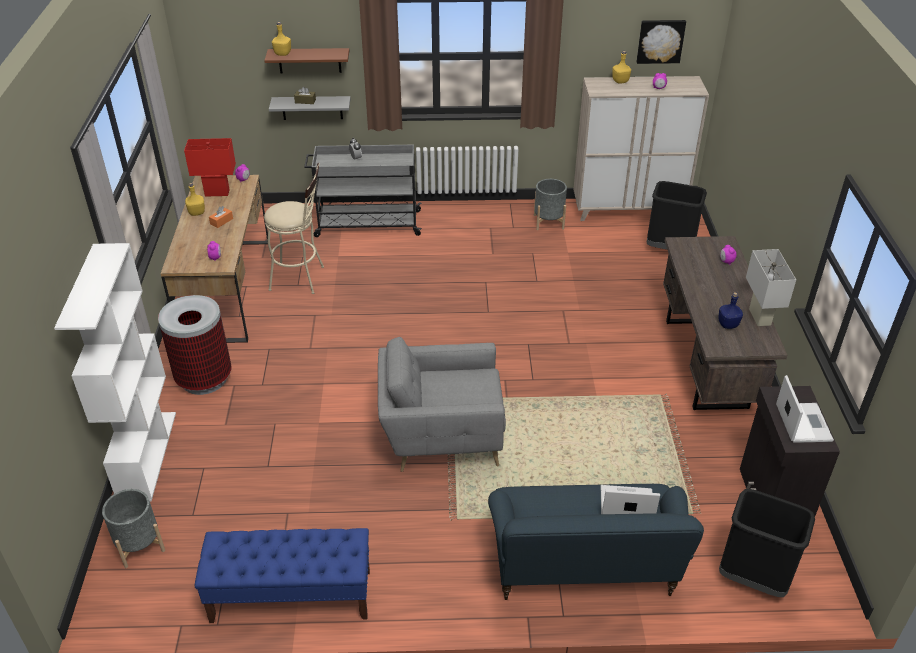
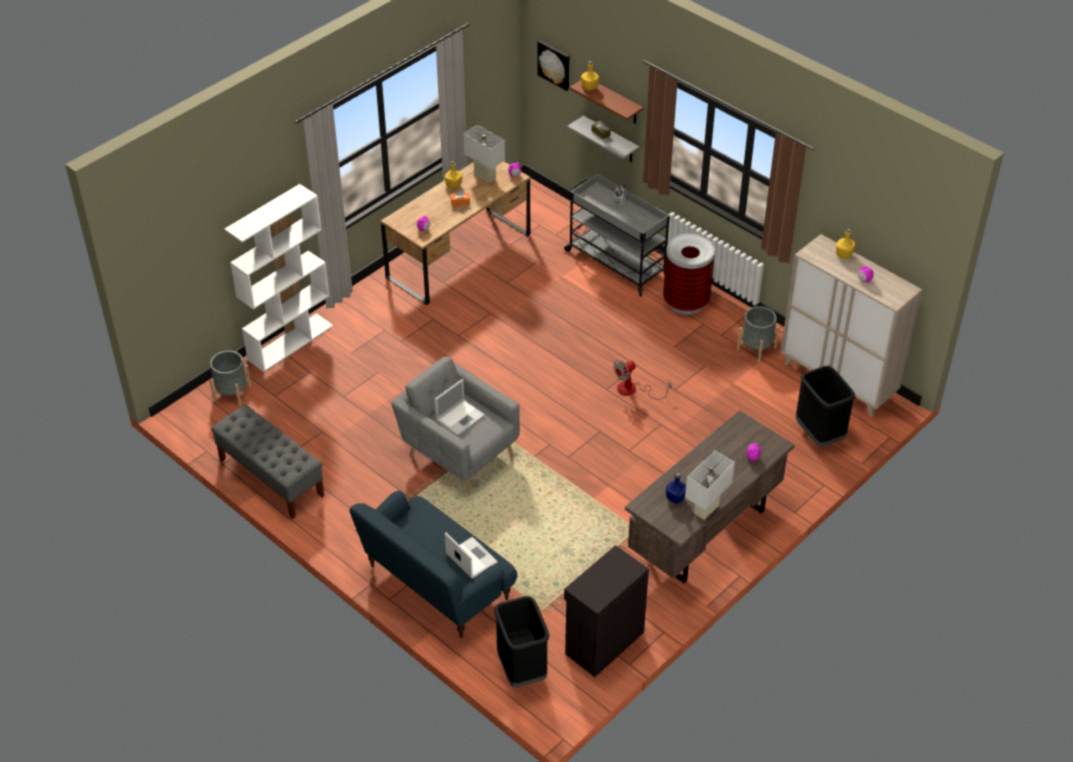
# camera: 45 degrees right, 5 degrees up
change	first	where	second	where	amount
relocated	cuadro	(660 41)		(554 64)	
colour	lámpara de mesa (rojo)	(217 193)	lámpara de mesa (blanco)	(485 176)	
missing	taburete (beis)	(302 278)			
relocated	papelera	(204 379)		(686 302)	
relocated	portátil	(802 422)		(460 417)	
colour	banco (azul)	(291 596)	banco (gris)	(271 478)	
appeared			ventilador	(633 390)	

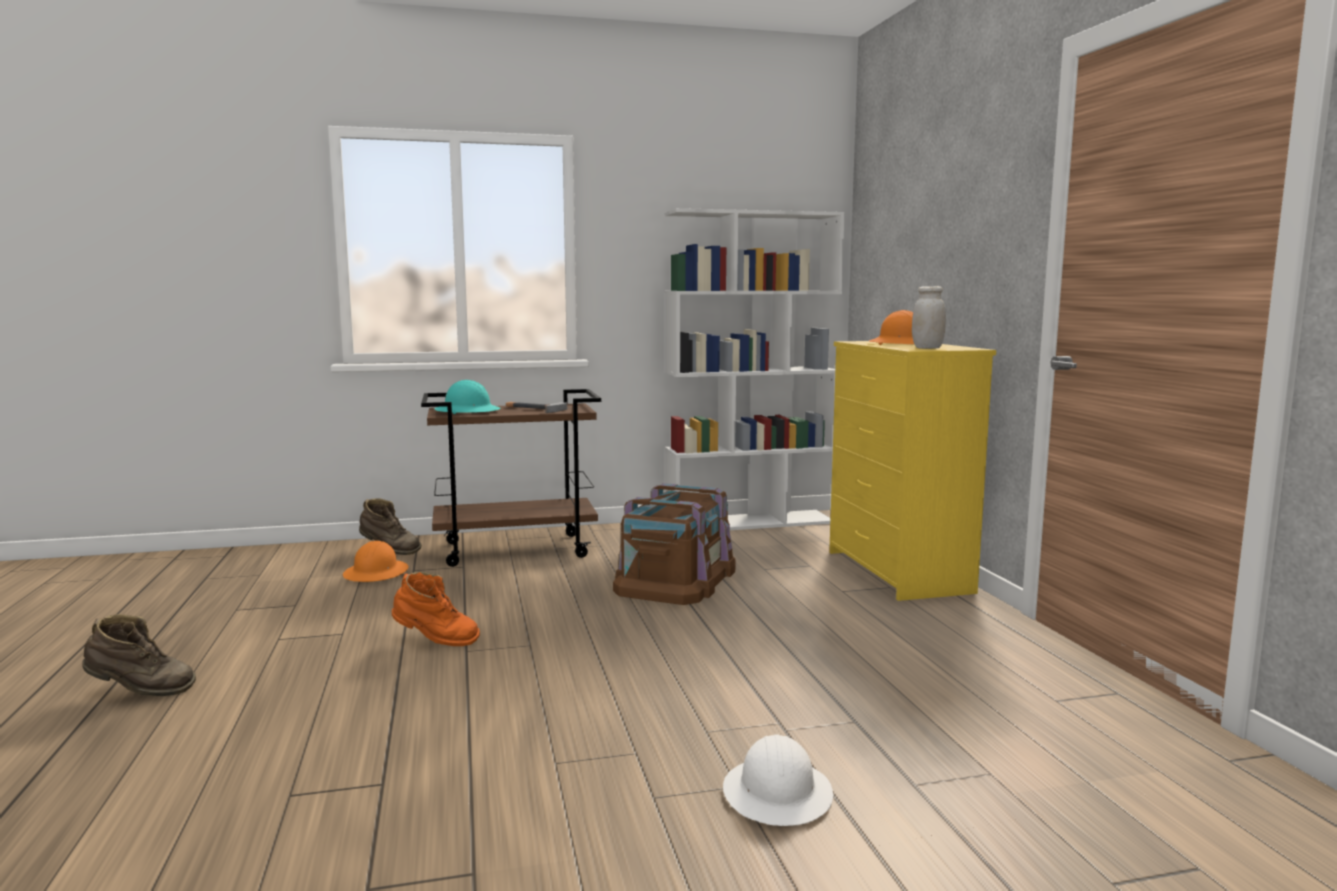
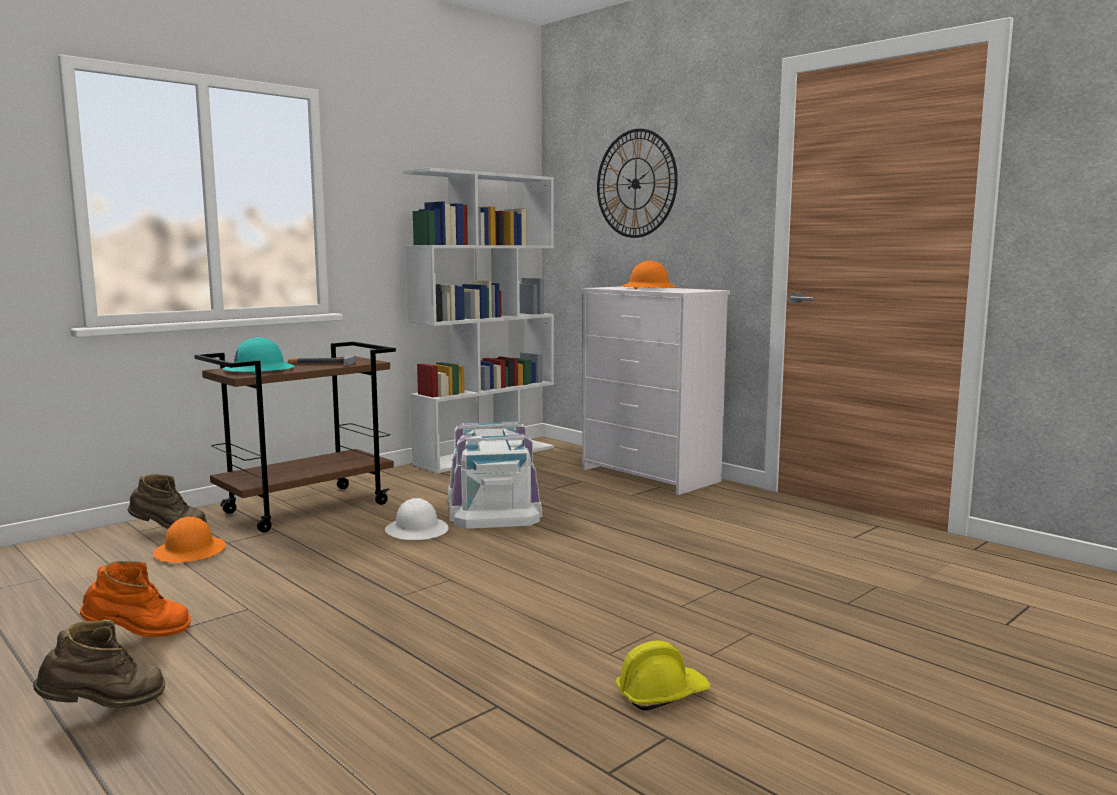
# camera: 30 degrees left, 0 degrees up
change	first	where	second	where	amount
missing	tarro (blanco)	(927 348)			
colour	cómoda (amarillo)	(897 572)	cómoda (blanco)	(650 475)	
colour	caja de almacenaje (marrón)	(675 578)	caja de almacenaje (blanco)	(492 507)	
relocated	bota (naranja)	(435 641)		(139 636)	
relocated	casco (blanco)	(778 794)		(417 531)	
appeared			reloj de pared	(635 183)	
appeared			casco (amarillo)	(661 694)	

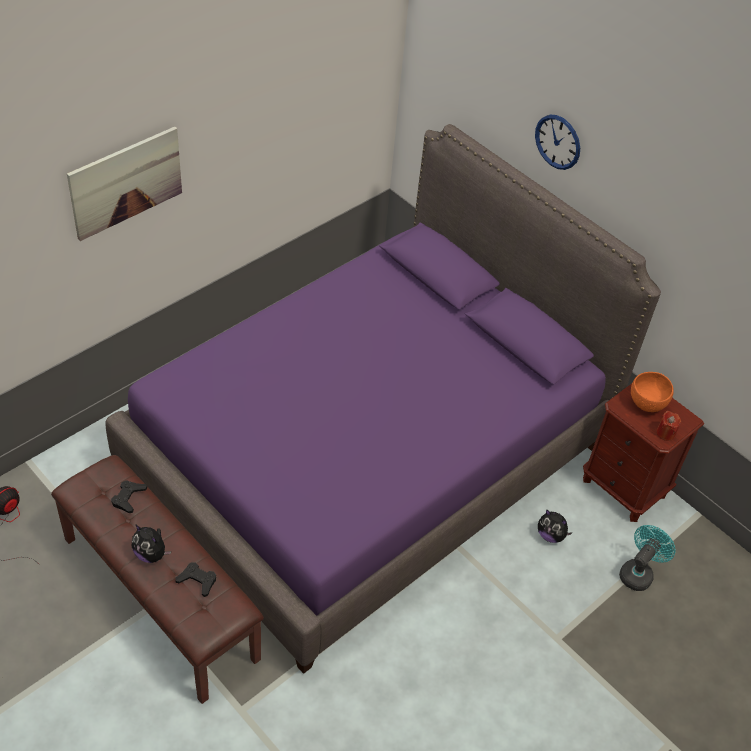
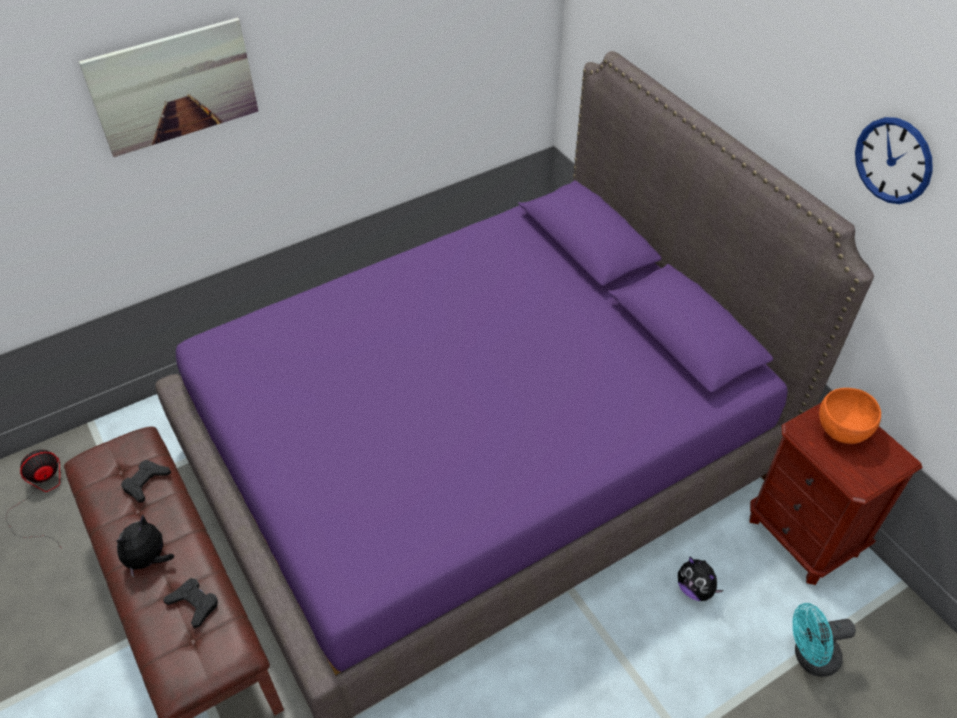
# camera: 15 degrees right, 0 degrees up
change	first	where	second	where	amount
relocated	reloj de pared	(558 142)		(893 160)	
missing	vela (rojo)	(665 433)			
spun	peluche	(151 554)		(149 560)	75 degrees clockwise
spun	ventilador (turquesa)	(638 573)		(809 657)	150 degrees counterclockwise

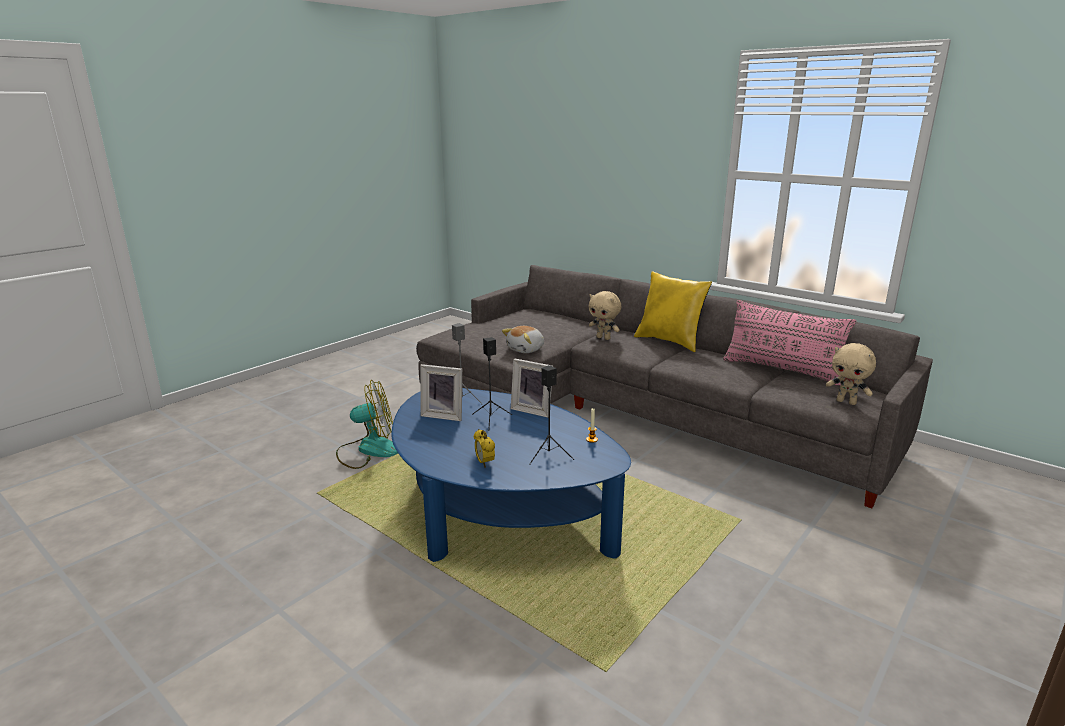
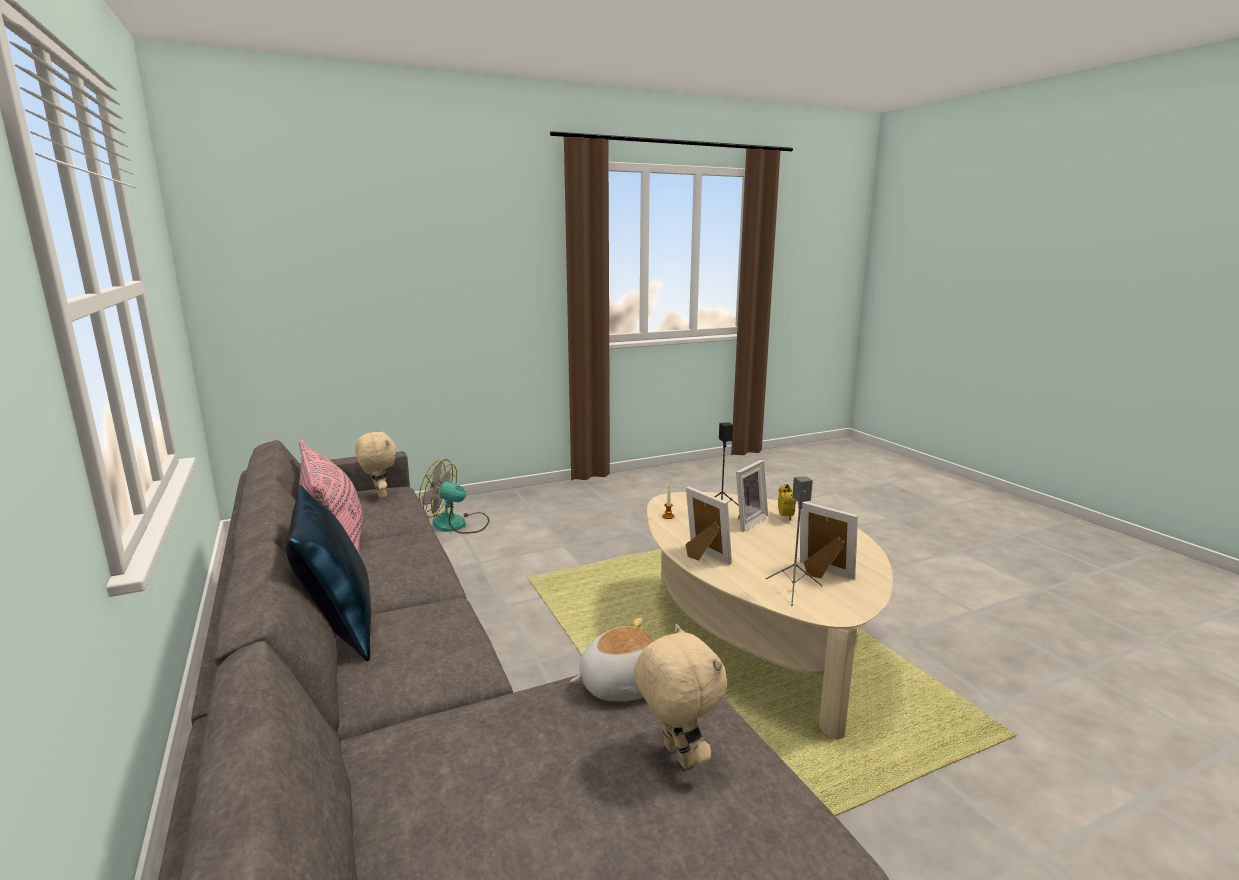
# camera: 155 degrees left, 5 degrees down
change	first	where	second	where	amount
colour	cojín (amarillo)	(670 342)	cojín (azul)	(339 627)	
relocated	peluche (beis)	(604 338)		(676 756)	
missing	altavoz (negro)	(491 419)			
relocated	ventilador	(368 450)		(457 525)	
colour	mesa de centro (azul)	(499 515)	mesa de centro (beis)	(755 638)	
appeared			portarretratos	(746 521)	

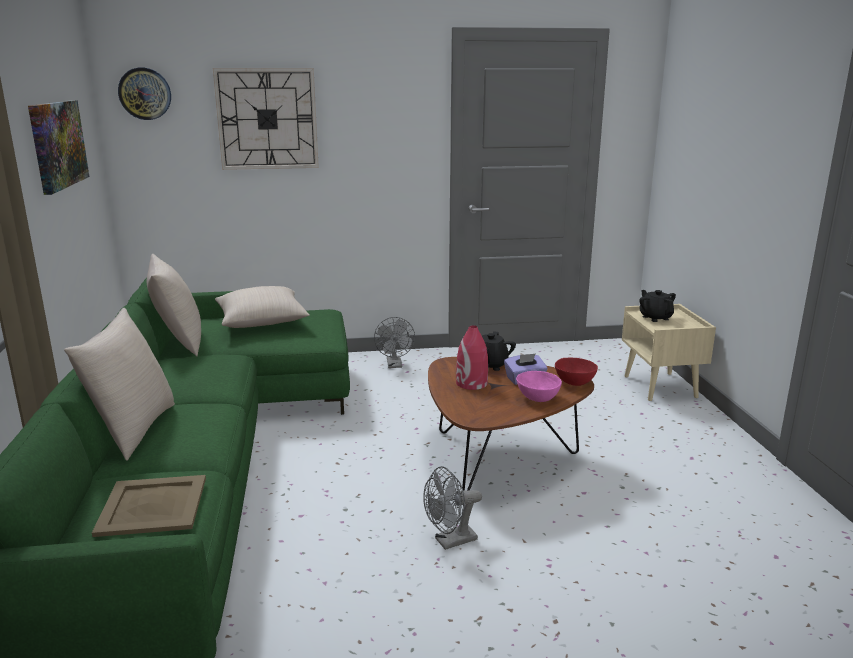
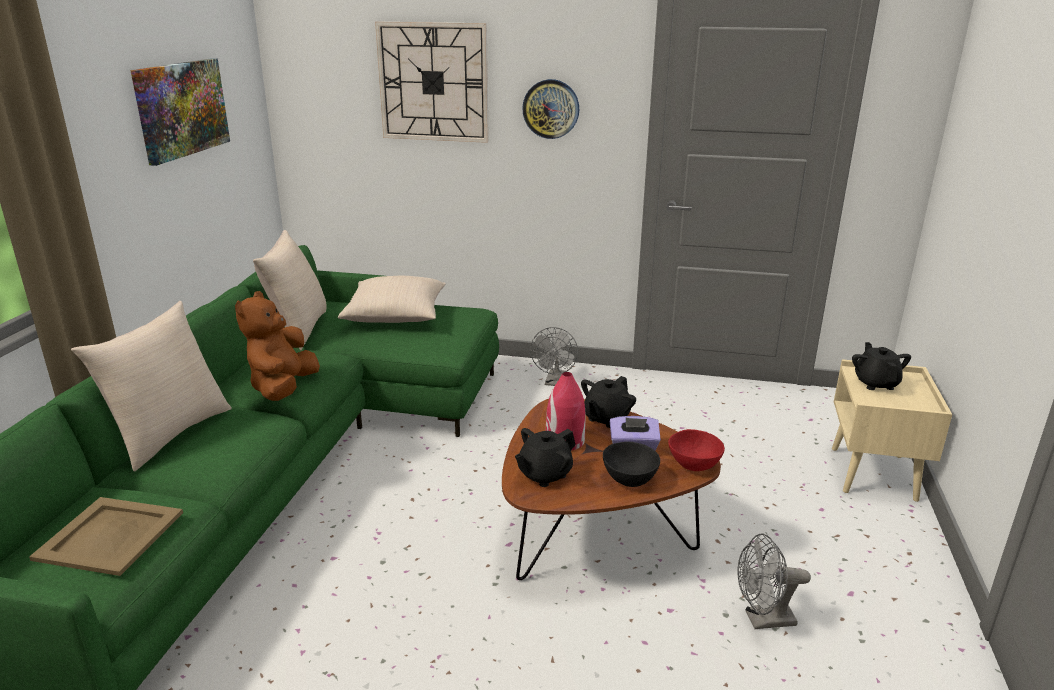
# camera: 20 degrees right, 5 degrees up
change	first	where	second	where	amount
relocated	reloj de pared	(145 93)		(551 109)	
colour	cuenco (rosa)	(537 397)	cuenco (negro)	(629 478)	
relocated	ventilador (gris)	(450 541)		(763 620)	
appeared			peluche (marrón)	(283 388)	
appeared			tetera (negro)	(544 474)	

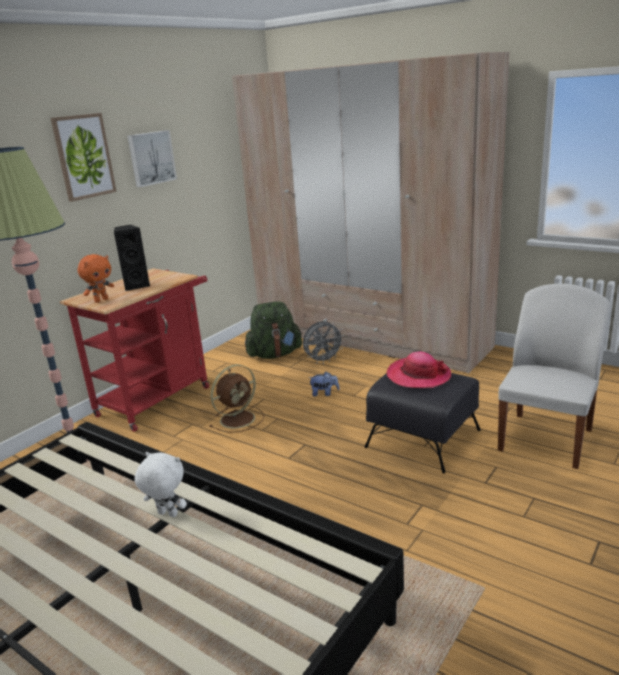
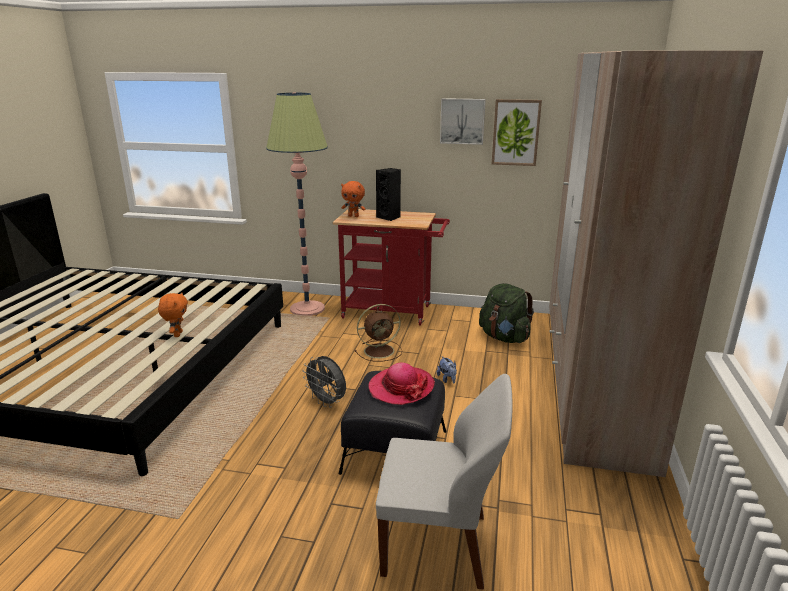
# camera: 65 degrees right, 0 degrees up
change	first	where	second	where	amount
relocated	cuadro	(83 156)		(516 132)	
relocated	ventilador (gris)	(323 361)		(327 402)	
spun	ventilador (marrón)	(239 418)		(380 351)	45 degrees counterclockwise
colour	peluche (blanco)	(166 515)	peluche (naranja)	(177 334)	

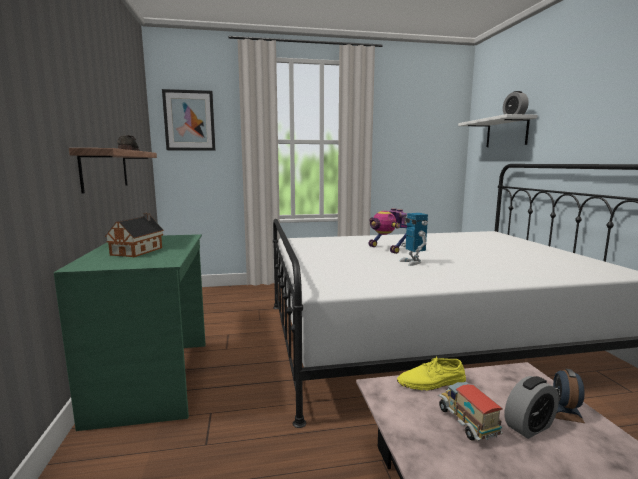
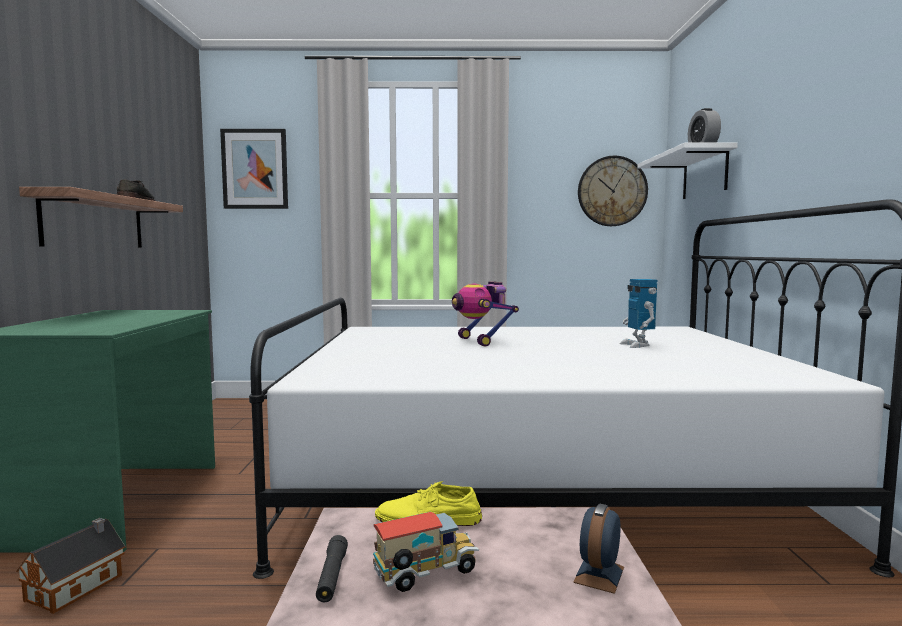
# camera: 10 degrees right, 5 degrees down
change	first	where	second	where	amount
relocated	casita	(139 251)		(78 586)	
relocated	robot de juguete	(412 262)		(637 345)	
missing	despertador	(529 427)			
spun	camión de juguete	(467 424)		(426 575)	75 degrees clockwise
appeared			reloj de pared	(612 191)	
appeared			linterna (negro)	(332 576)	

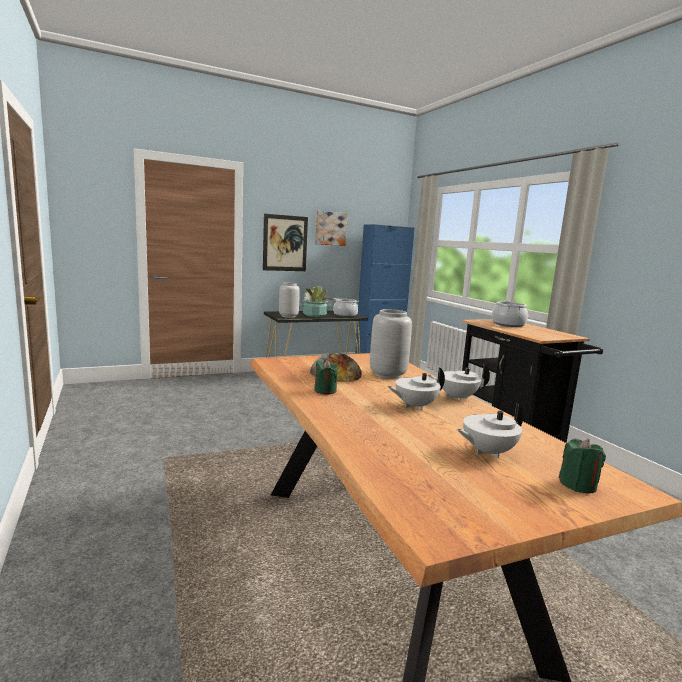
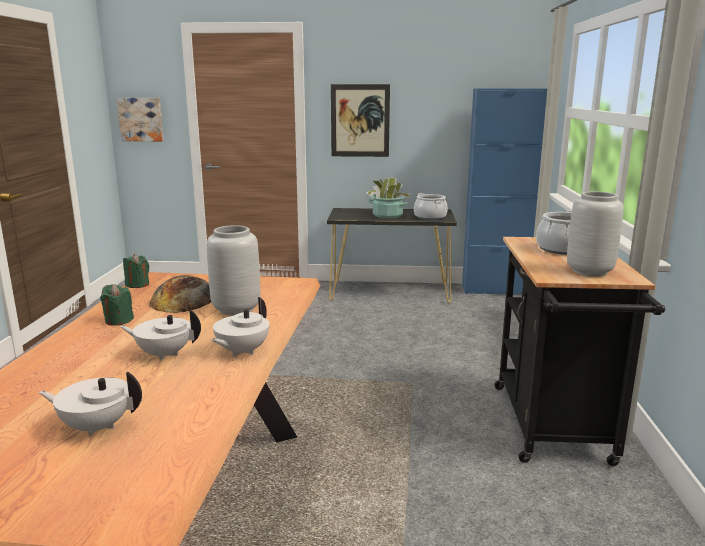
# camera: 30 degrees right, 5 degrees up
change	first	where	second	where	amount
relocated	cuadro	(330 228)		(141 119)	
relocated	florero (gris)	(288 316)		(588 271)	
spun	tetera (blanco)	(456 397)		(241 352)	90 degrees counterclockwise
relocated	vela (verde)	(577 485)		(137 285)	

